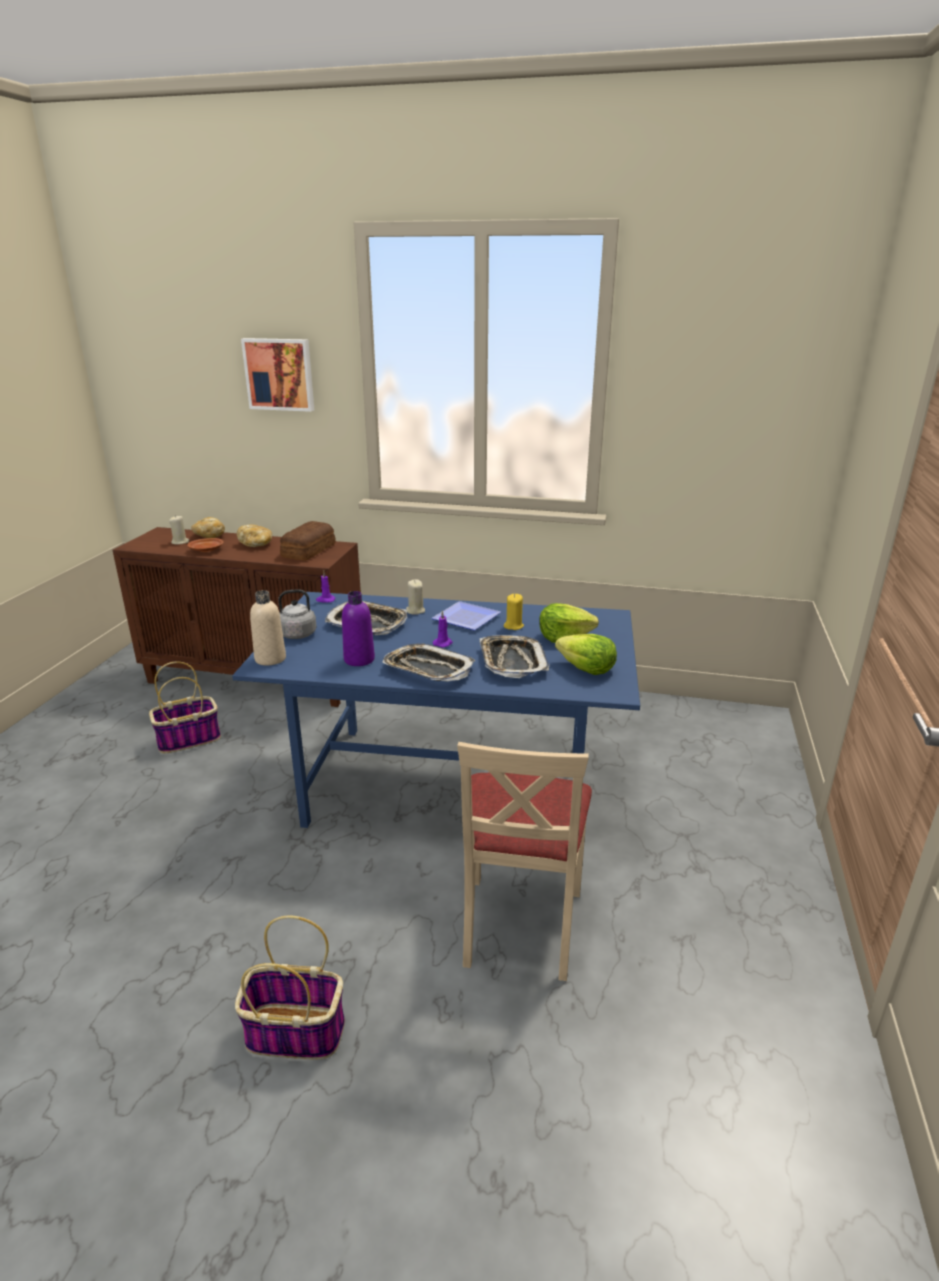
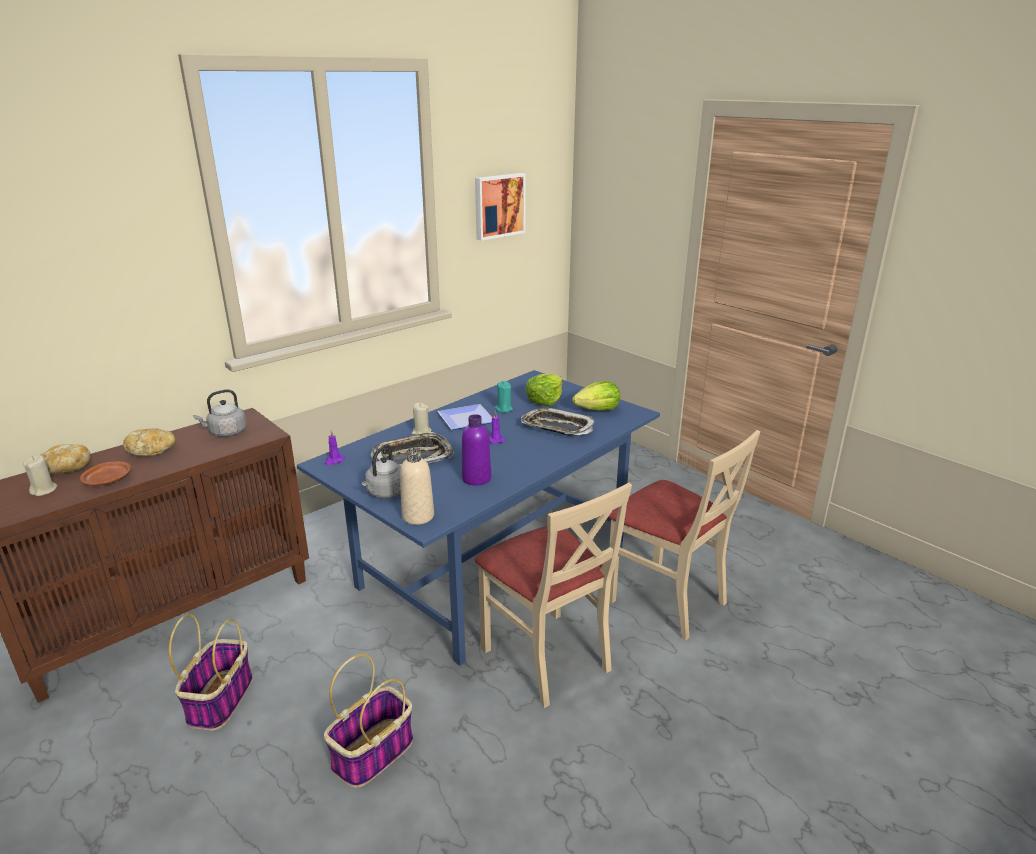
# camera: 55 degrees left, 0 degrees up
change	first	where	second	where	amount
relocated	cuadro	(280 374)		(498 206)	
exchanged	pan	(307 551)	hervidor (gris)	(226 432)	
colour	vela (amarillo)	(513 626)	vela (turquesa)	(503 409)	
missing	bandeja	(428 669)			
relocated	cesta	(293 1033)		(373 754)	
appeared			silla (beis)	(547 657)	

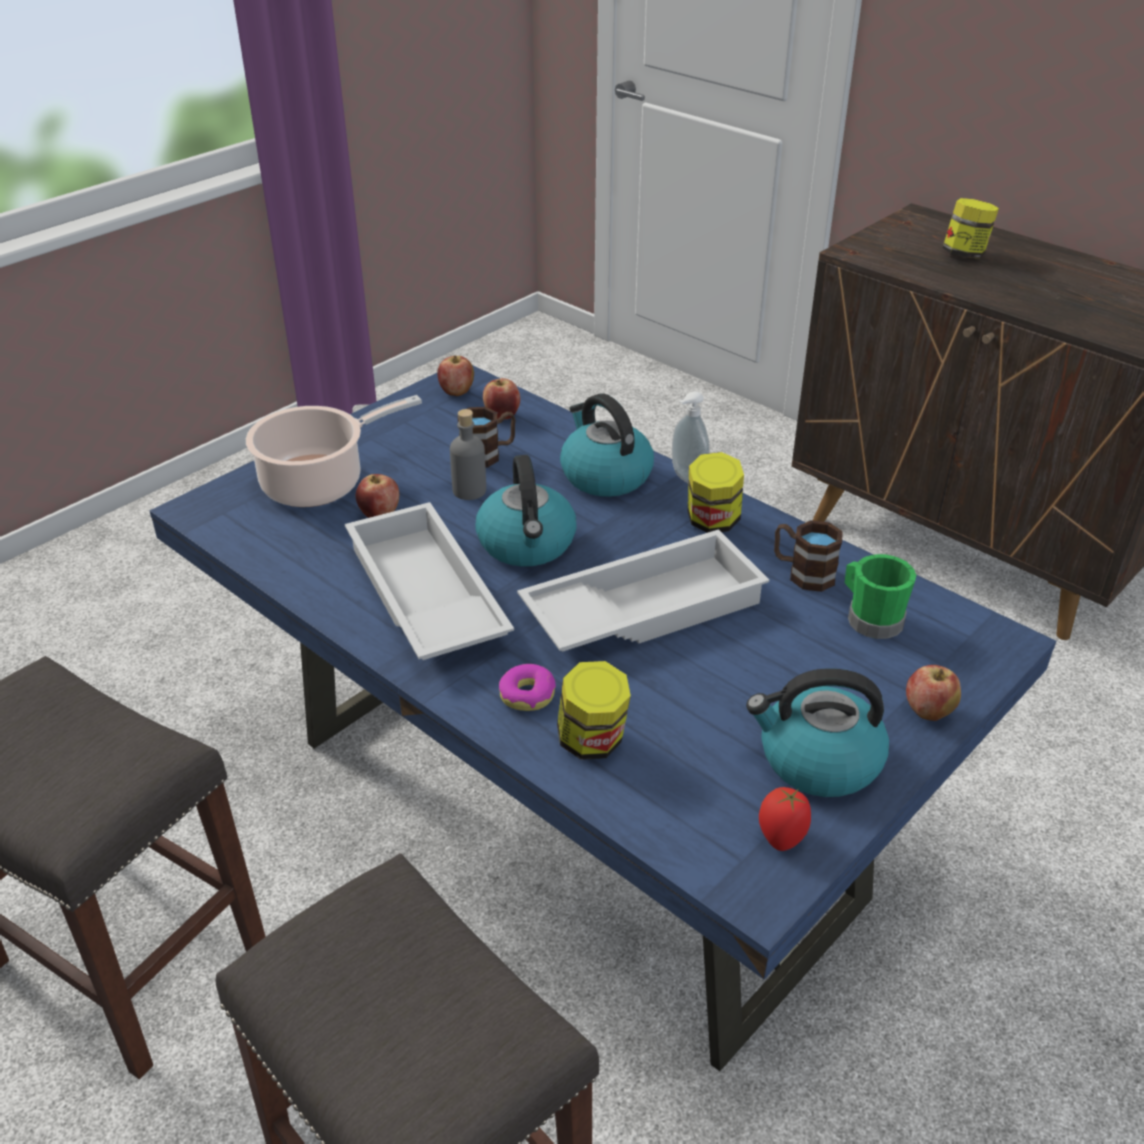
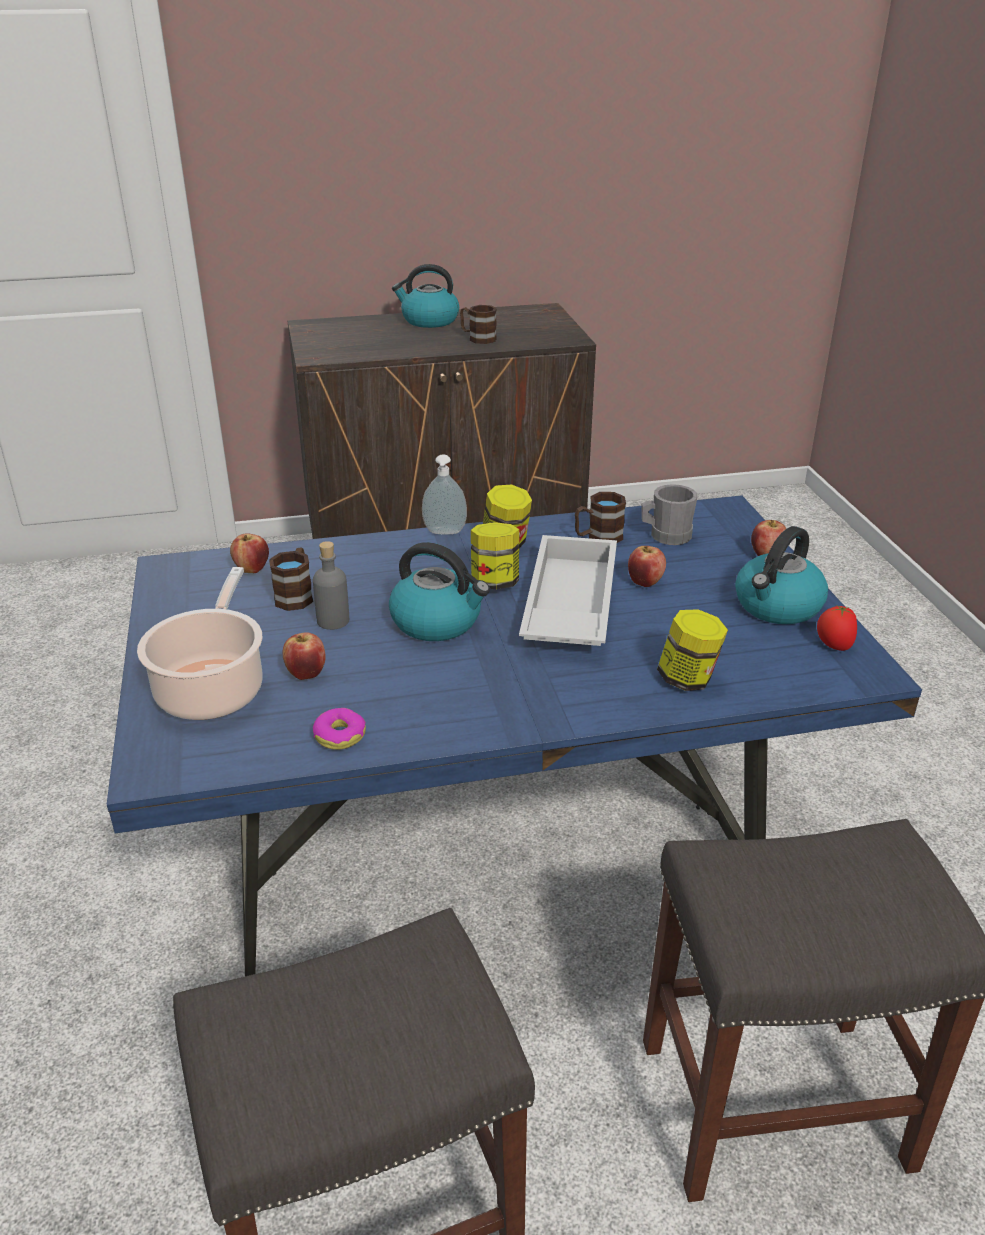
# camera: 55 degrees left, 5 degrees down
change	first	where	second	where	amount
relocated	tarro	(964 254)		(495 582)	
relocated	manzana	(456 392)		(645 582)	
relocated	hervidor	(604 475)		(429 320)	
missing	bandeja (blanco)	(422 597)			
colour	taza grande (verde)	(870 618)	taza grande (gris)	(666 536)	
relocated	rosquilla	(527 694)		(340 735)	
appeared			taza grande (marrón)	(477 338)	

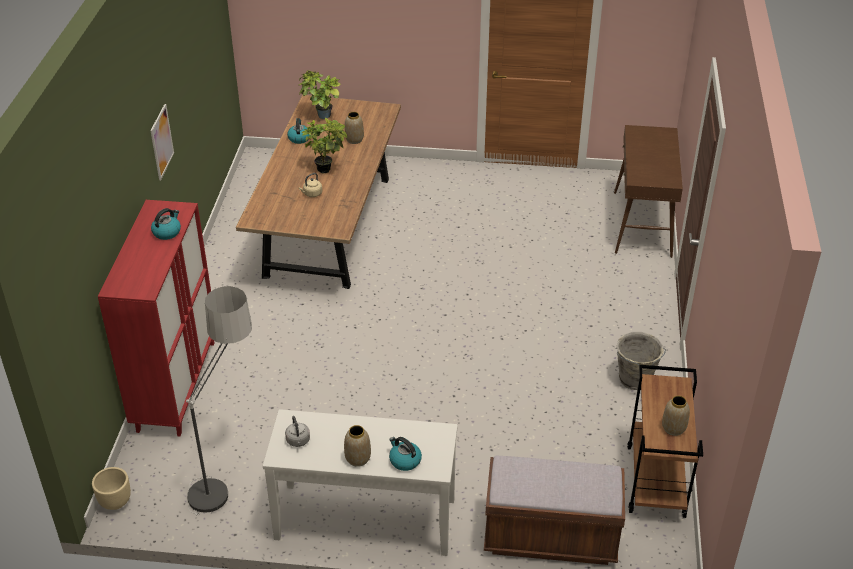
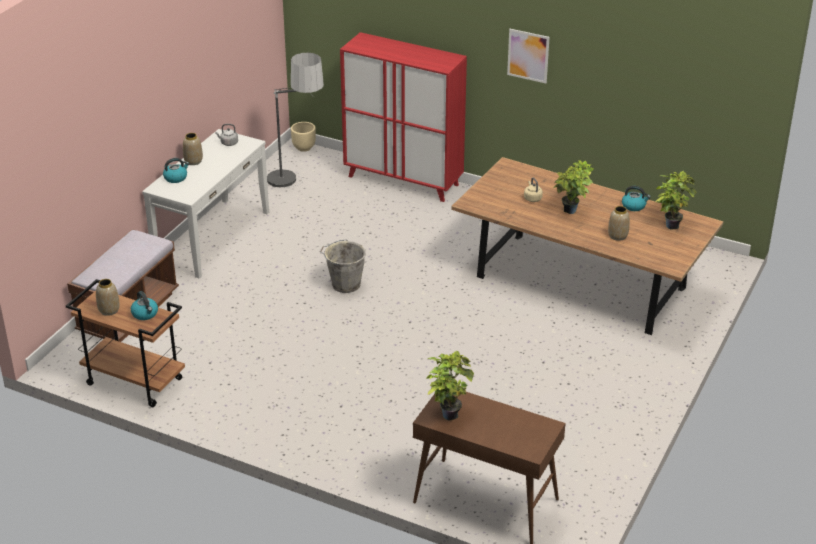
# camera: 110 degrees right, 5 degrees down
change	first	where	second	where	amount
relocated	hervidor	(167 232)		(145 314)	
relocated	cubo (gris)	(635 380)		(344 284)	
appeared			planta en maceta	(448 412)	

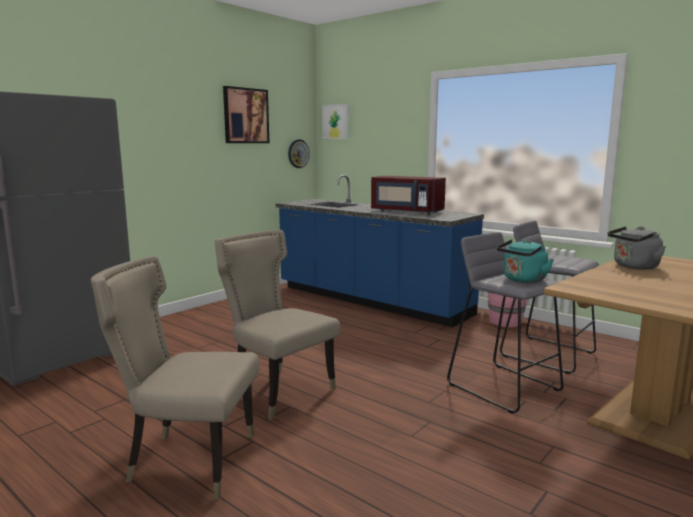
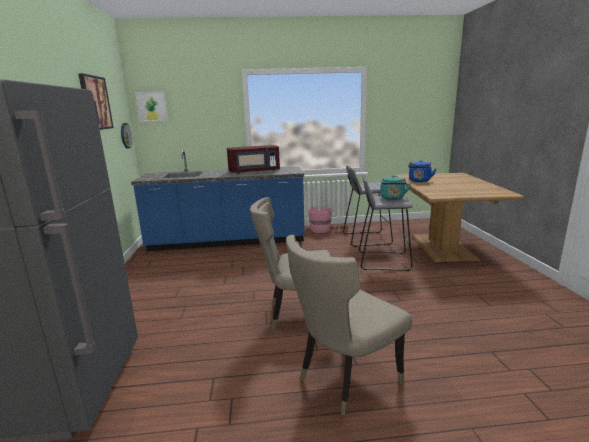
# camera: 45 degrees left, 5 degrees up
change	first	where	second	where	amount
colour	hervidor (gris)	(634 267)	hervidor (azul)	(419 181)	

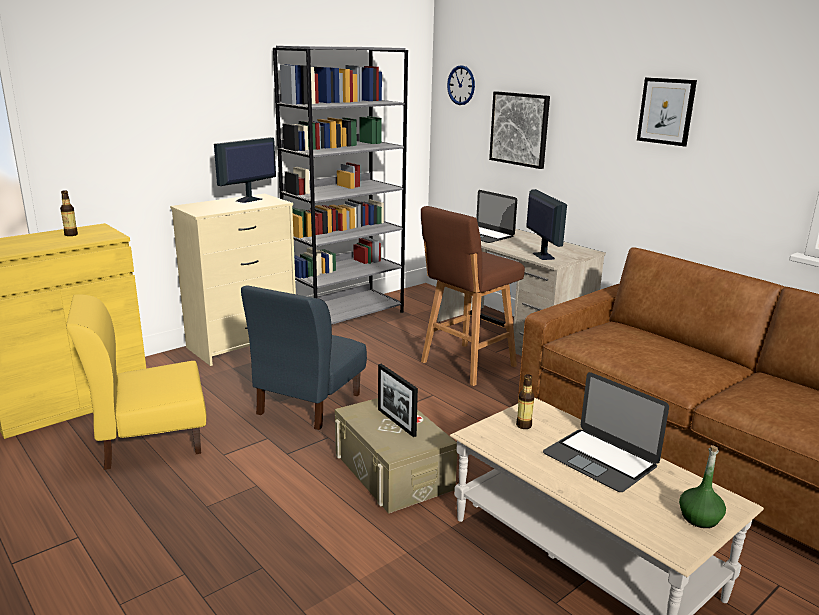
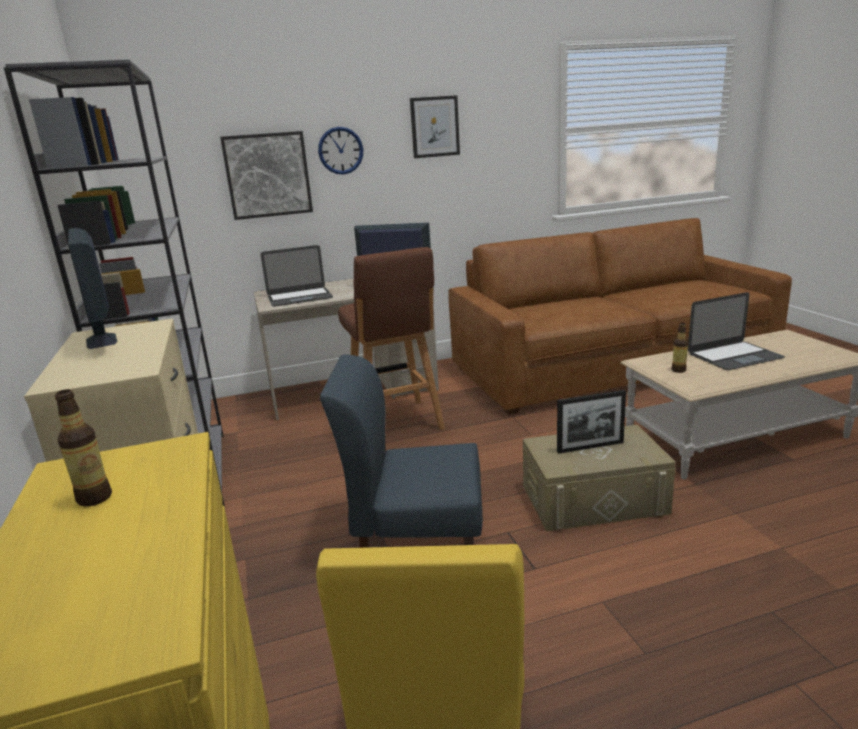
# camera: 65 degrees left, 0 degrees up
change	first	where	second	where	amount
relocated	reloj de pared	(461 85)		(340 150)	
spun	silla (azul)	(308 404)		(416 537)	135 degrees clockwise
missing	botella (verde)	(699 518)			

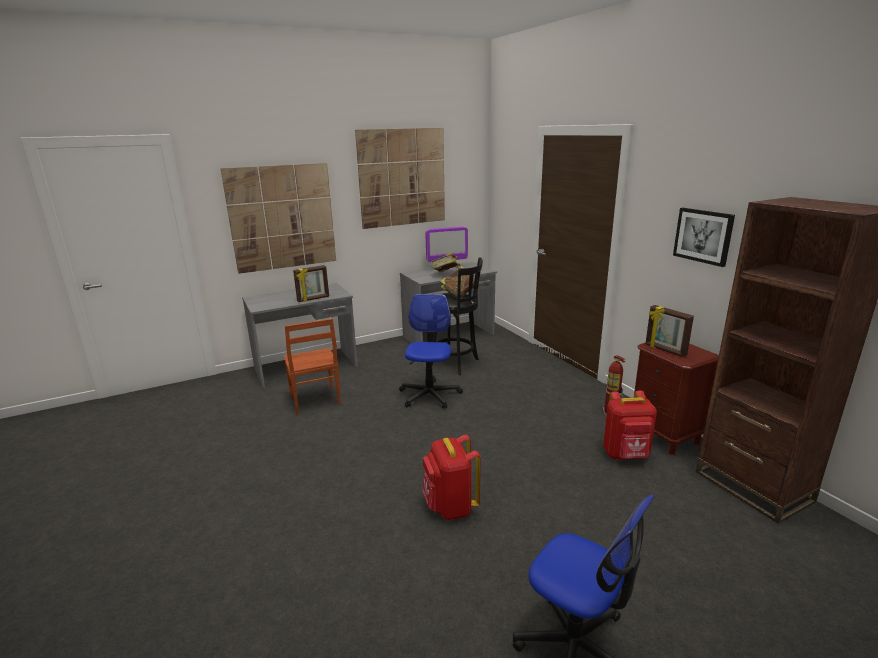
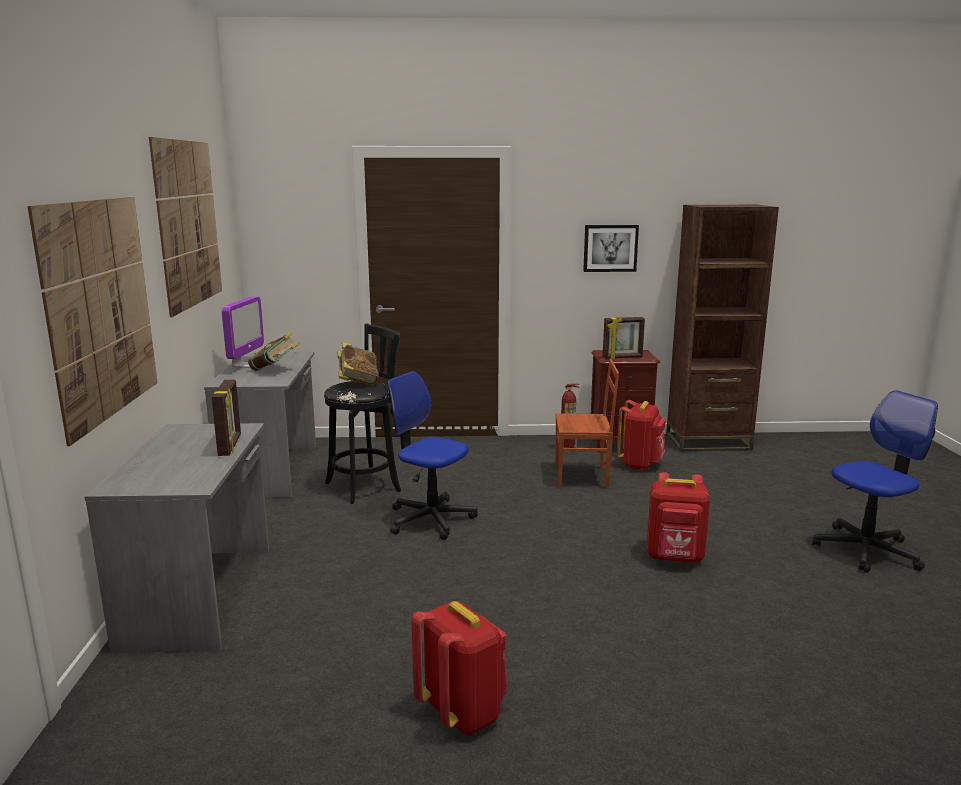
# camera: 65 degrees left, 5 degrees down
change	first	where	second	where	amount
relocated	silla (marrón)	(314 401)		(582 477)	
appeared			mochila (rojo)	(463 713)	

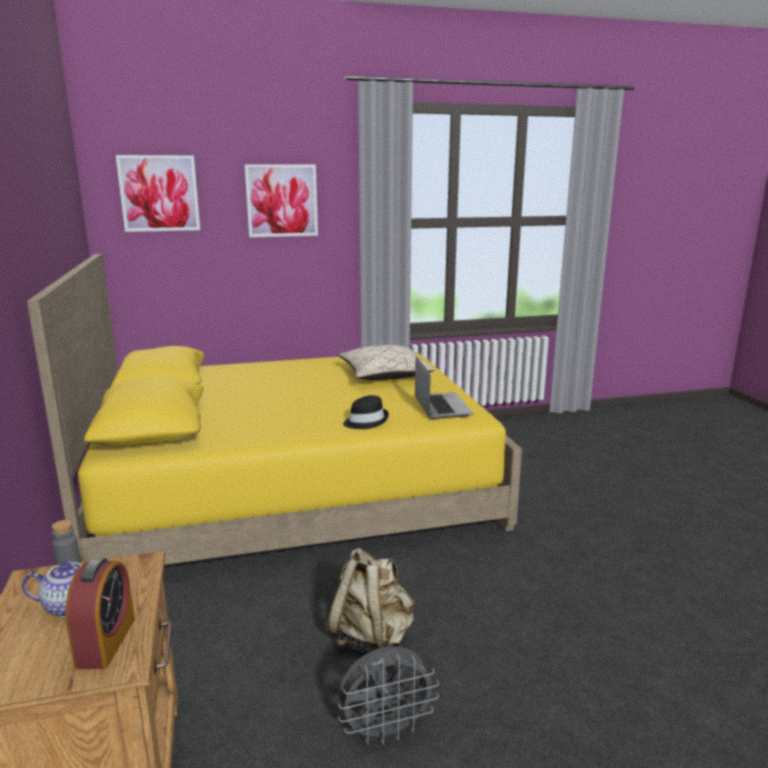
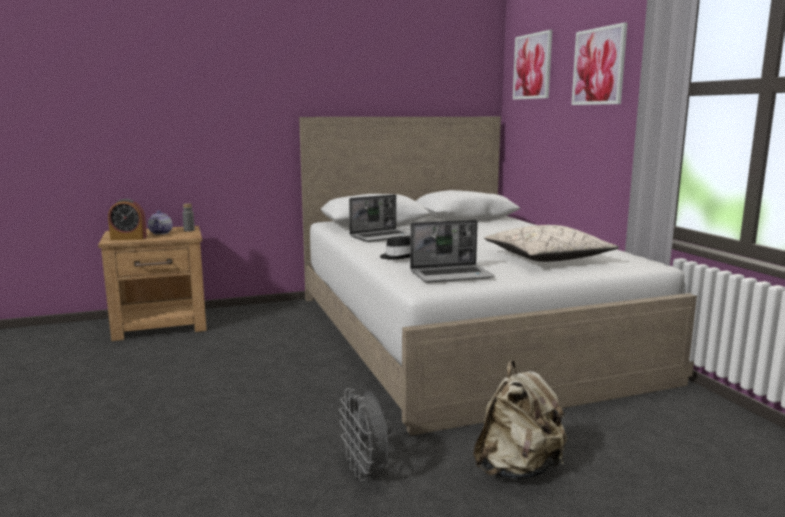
# camera: 85 degrees right, 5 degrees down
change	first	where	second	where	amount
colour	cama (amarillo)	(294 488)	cama (blanco)	(463 334)	
relocated	mochila (beis)	(372 639)		(518 469)	
relocated	ventilador (gris)	(386 730)		(366 471)	
appeared			portátil	(382 237)	

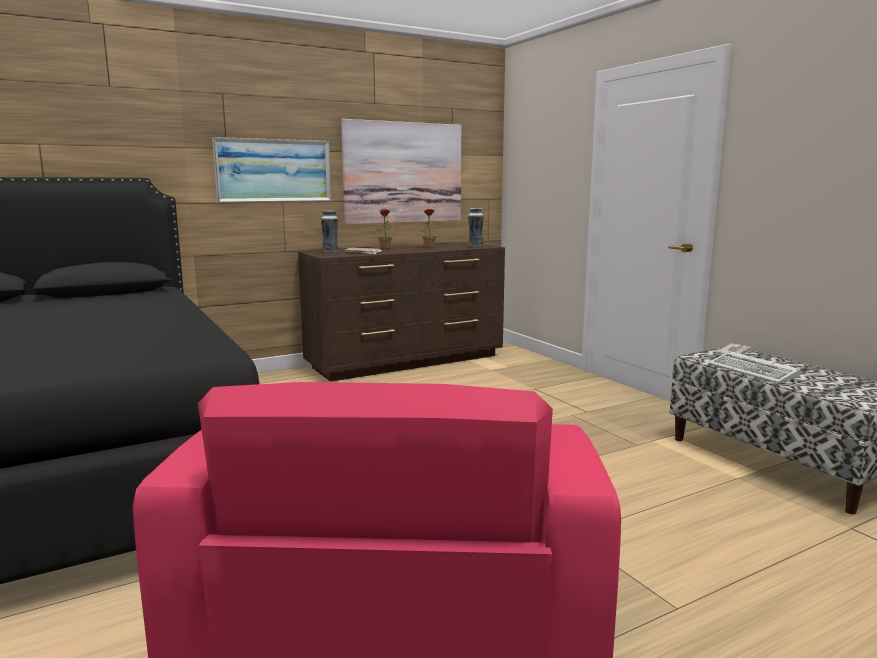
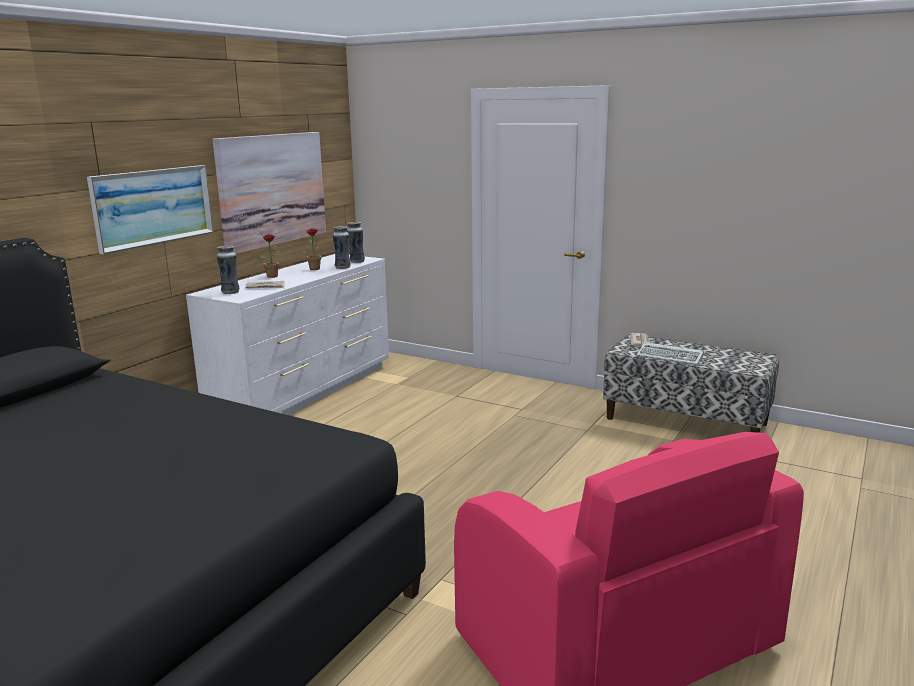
# camera: 30 degrees left, 5 degrees up
change	first	where	second	where	amount
colour	cómoda (marrón)	(407 361)	cómoda (blanco)	(305 391)	
appeared			florero	(342 267)	

